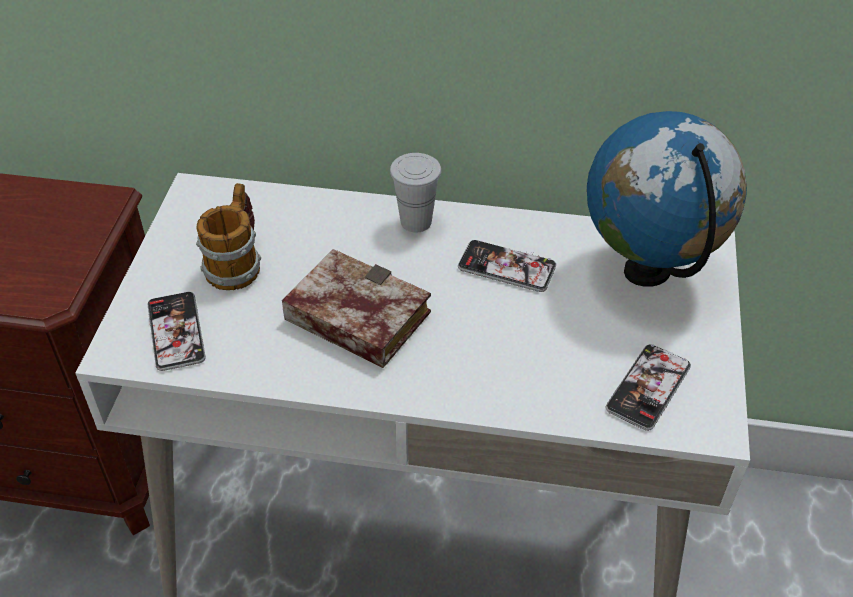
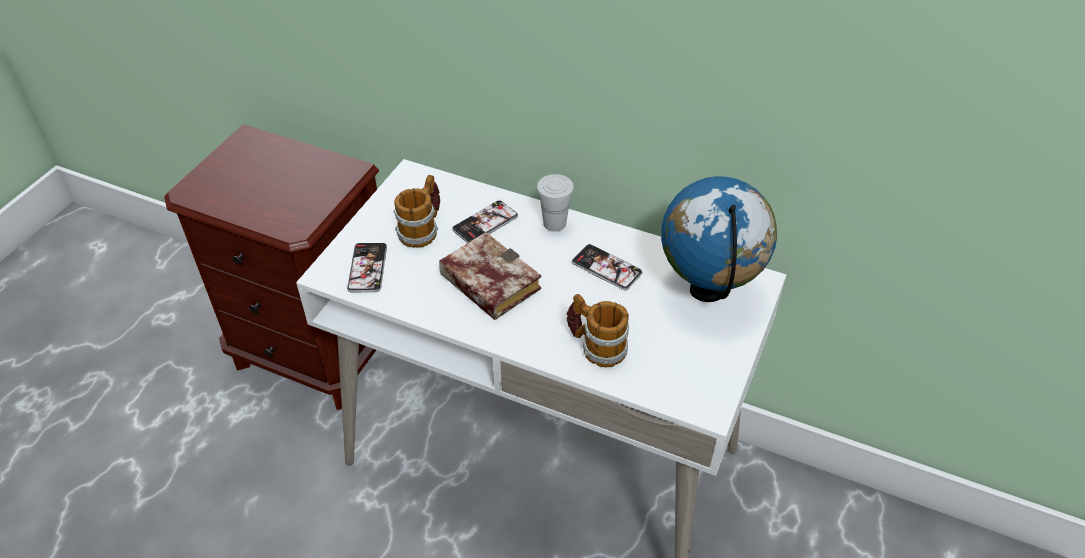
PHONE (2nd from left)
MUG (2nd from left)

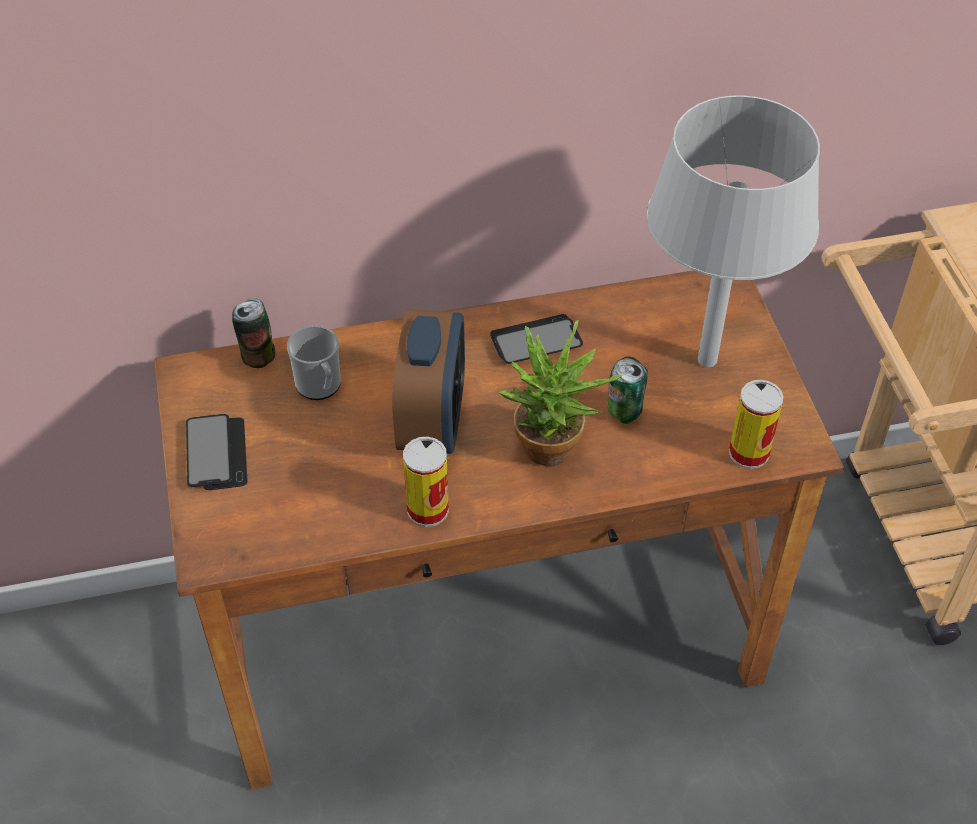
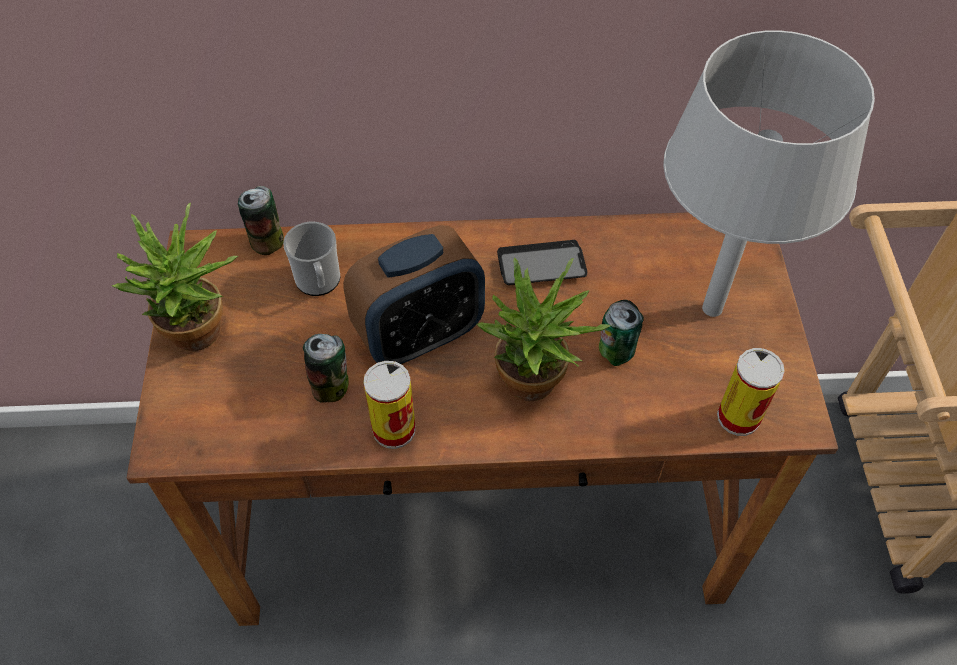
ALARM CLOCK
POTTED PLANT (1st from left)
CAN (2nd from left)

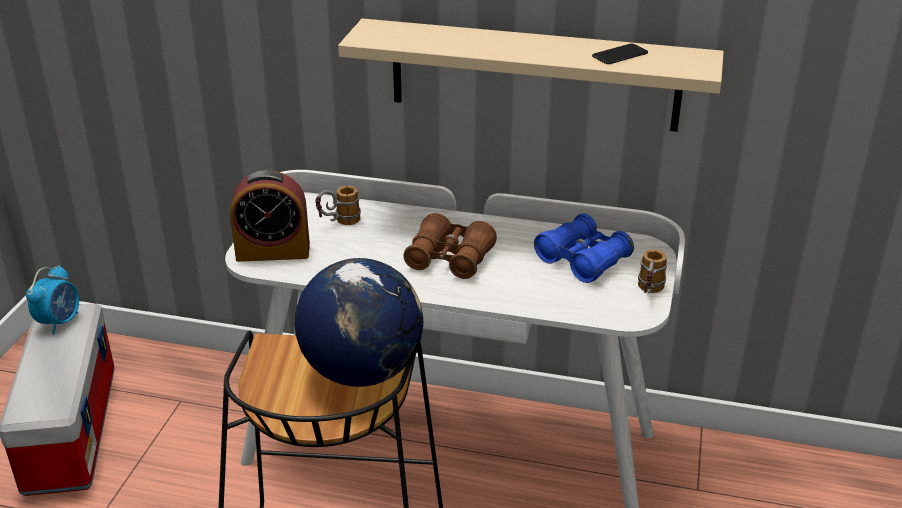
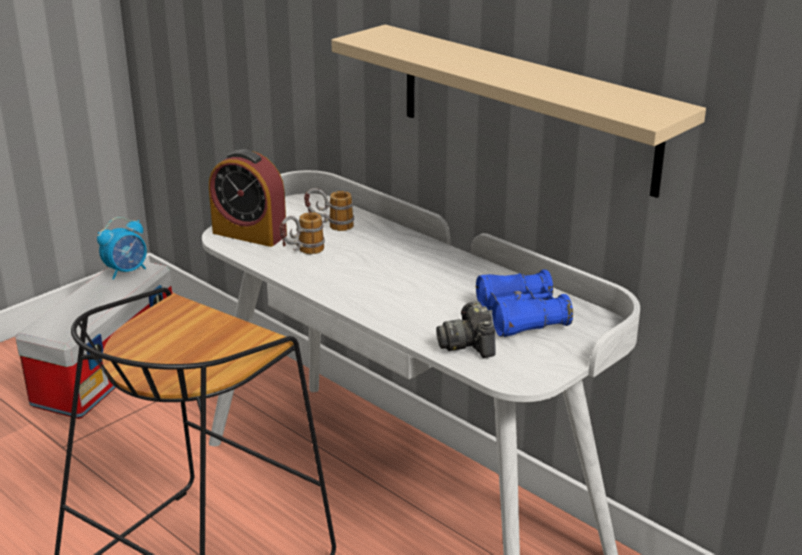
PHONE
BROWN BINOCULARS
MUG (1st from left)
GLOBE
PHOTO CAMERA

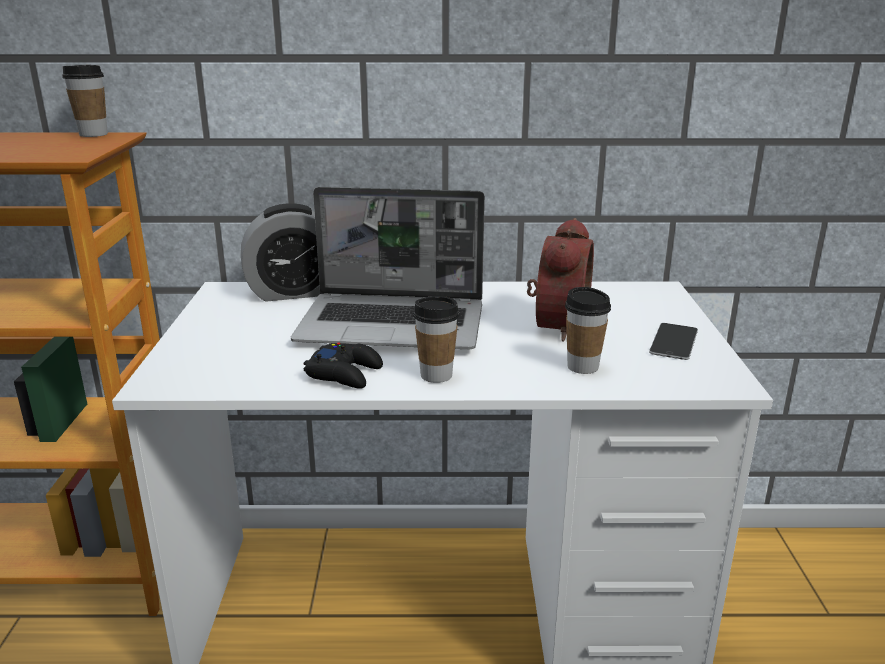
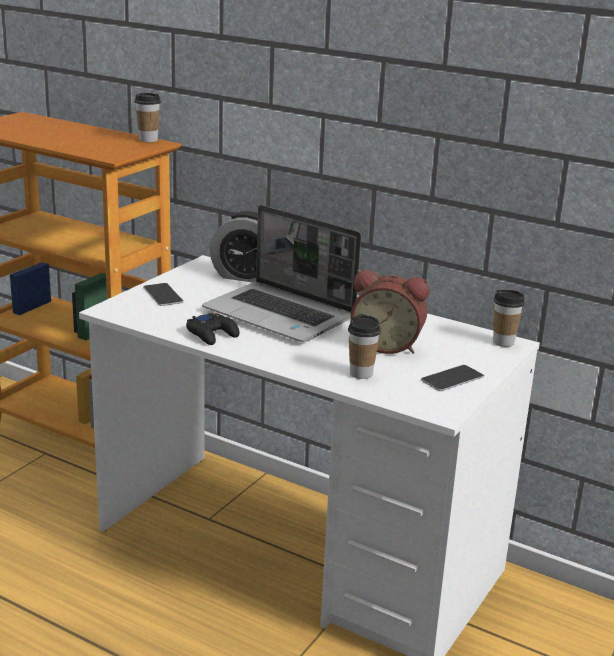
ALARM CLOCK (2nd from left)
CUP (3rd from left)
PHONE (1st from left)

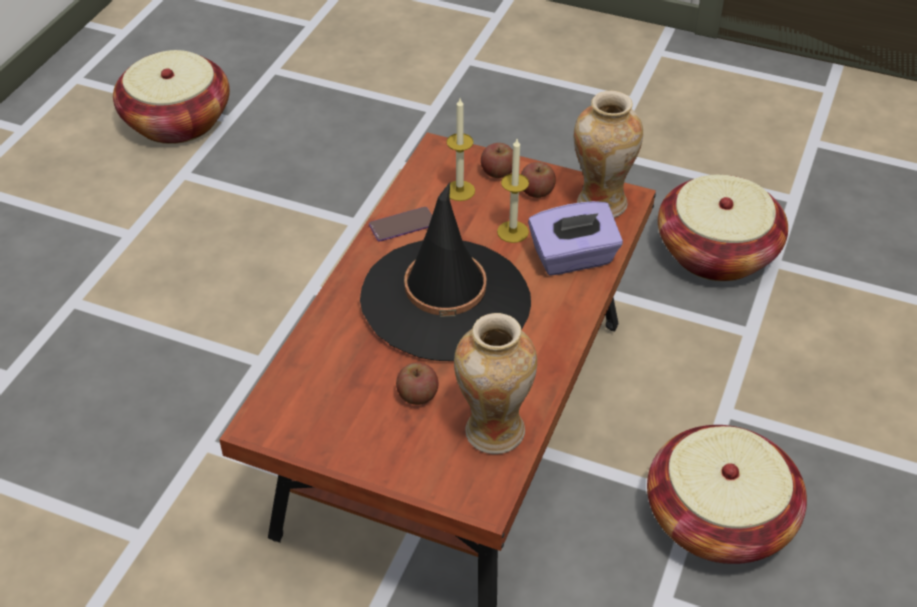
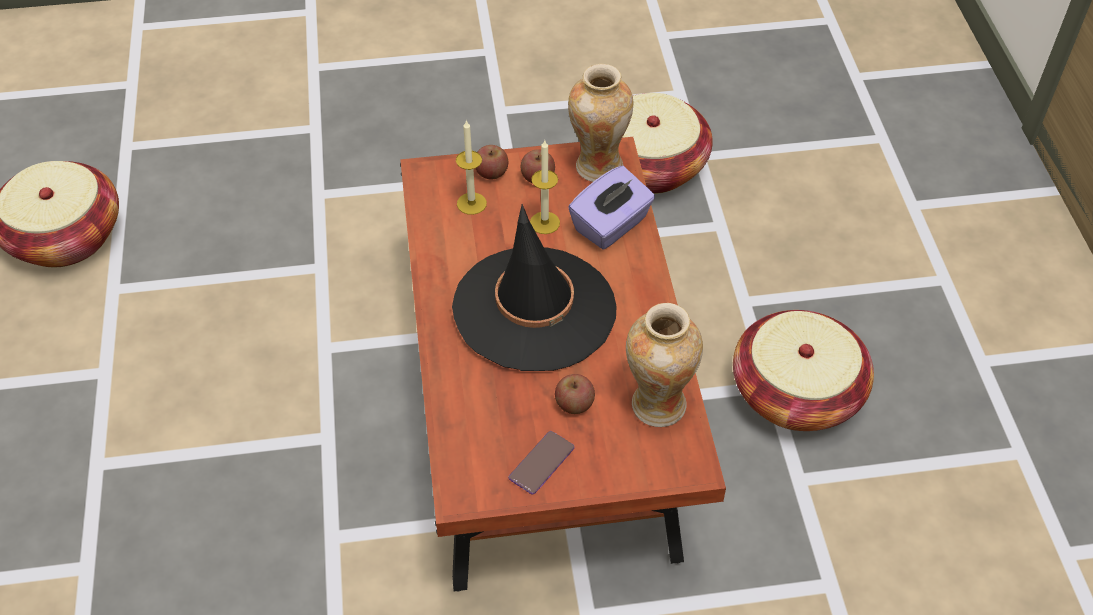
PHONE

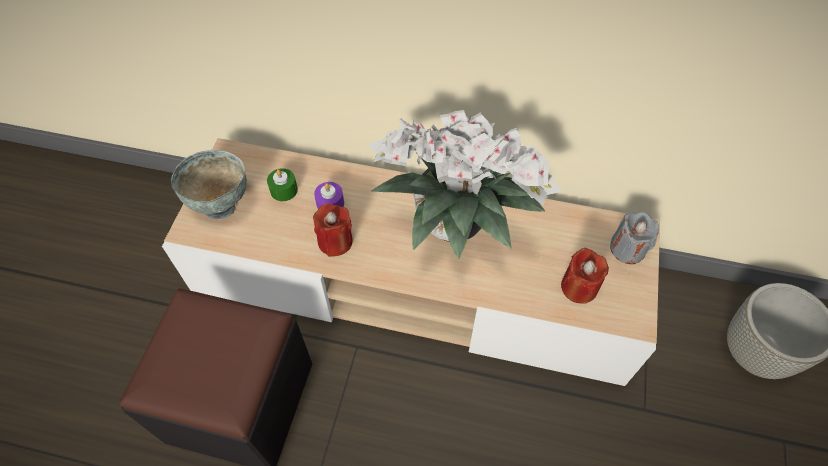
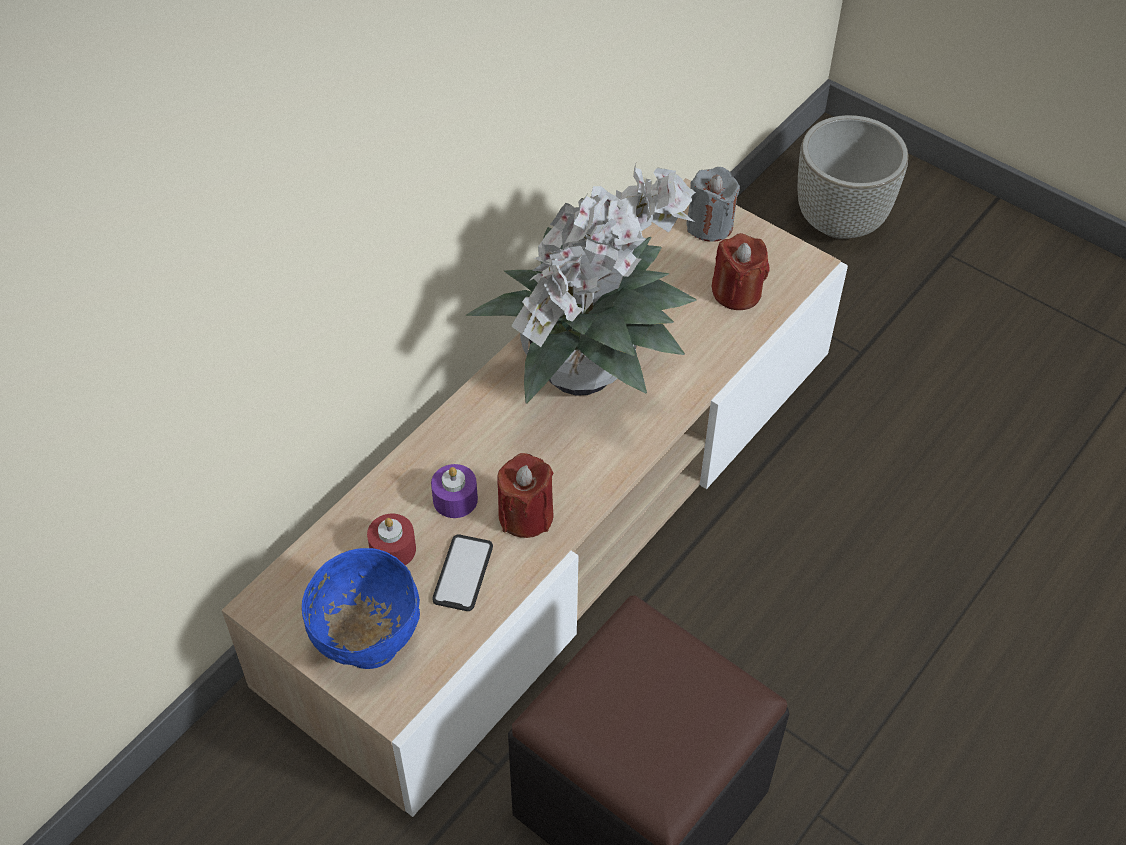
BLUE BOWL
RED CANDLE (1st from left)
PHONE

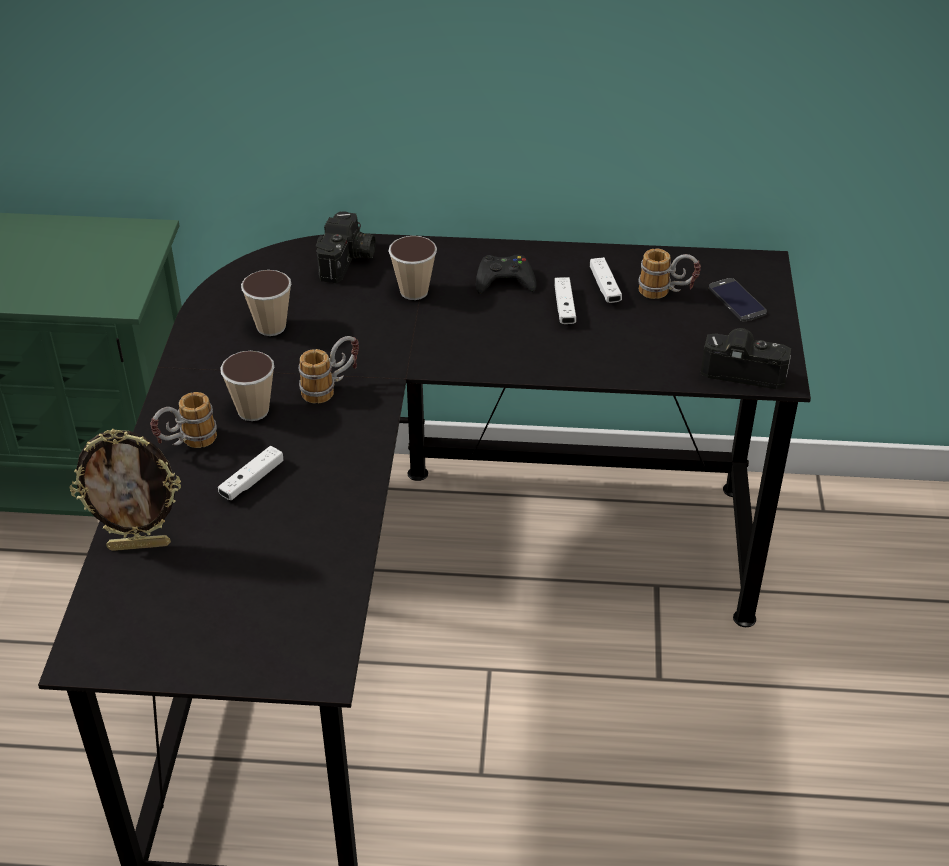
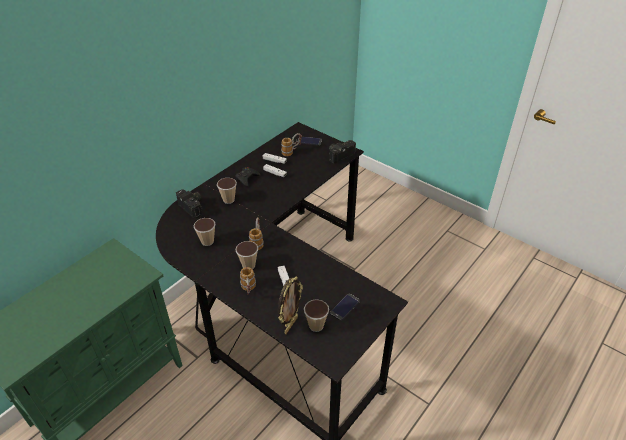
PHONE (2nd from left)
CUP (4th from left)

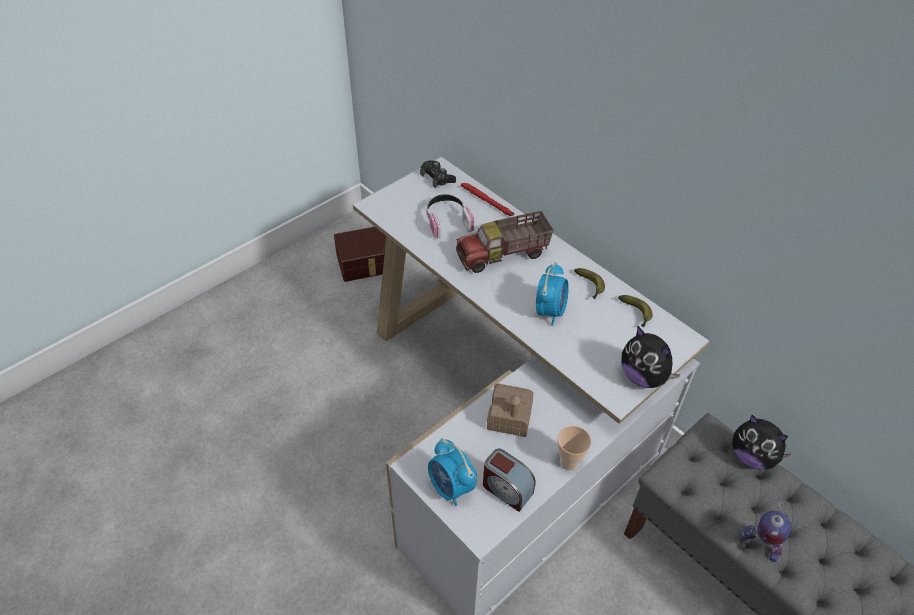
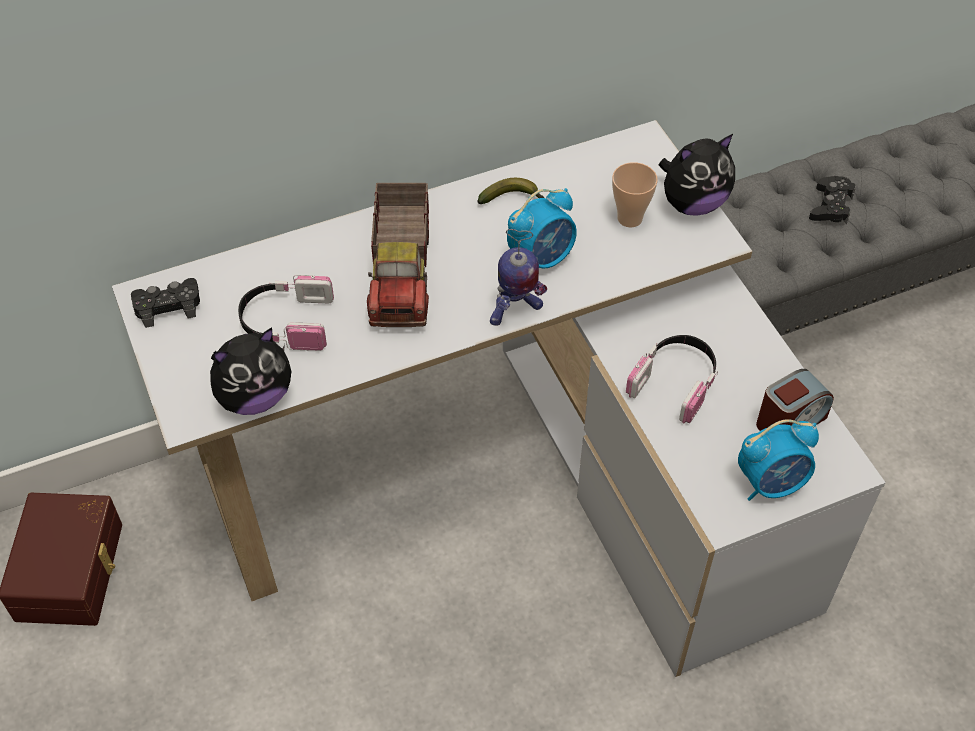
RED FLASHLIGHT
ALARM CLOCK (1st from left)
BANANA (2nd from left in the first image)
HEADPHONES (2nd from left)
PLUSH TOY (1st from left)
CUP
TOY ROBOT
BLACK GAME CONTROLLER (2nd from left)

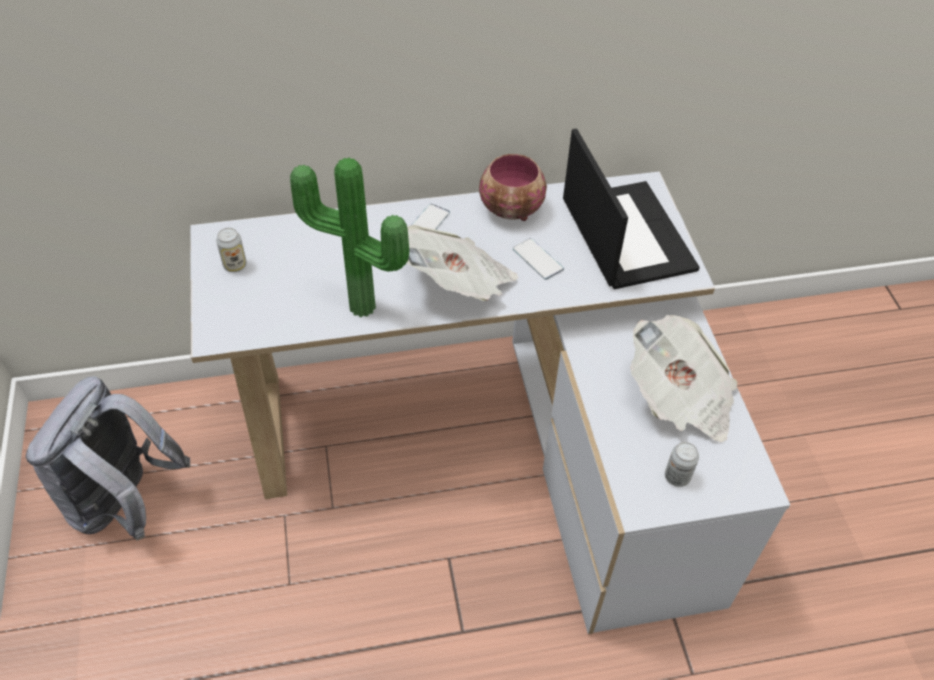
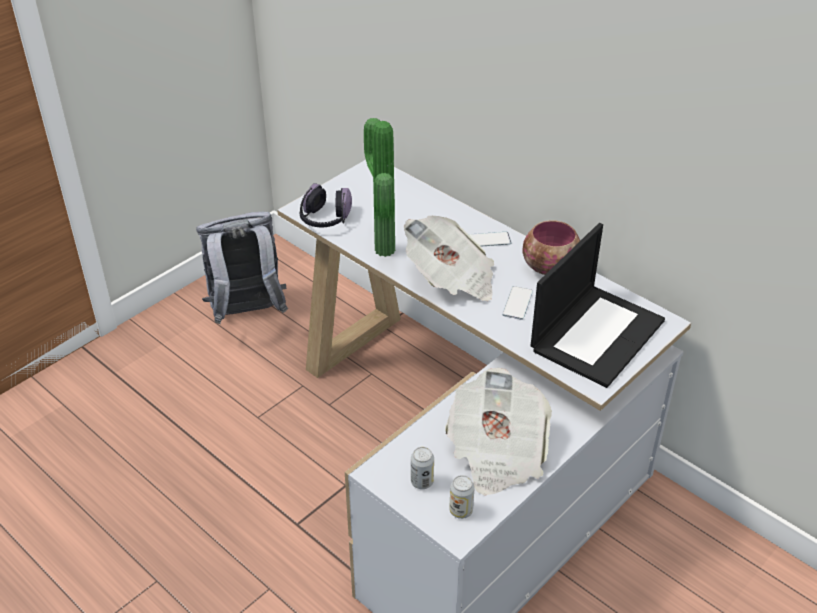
CAN (2nd from left)
HEADPHONES

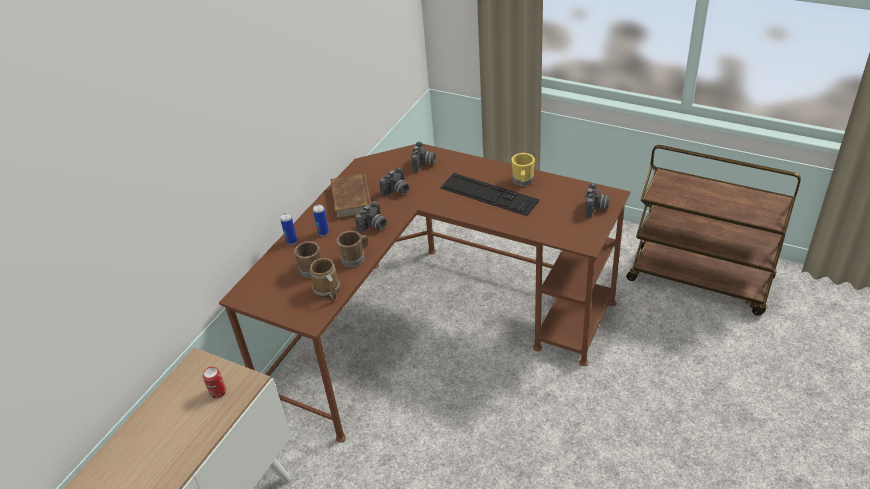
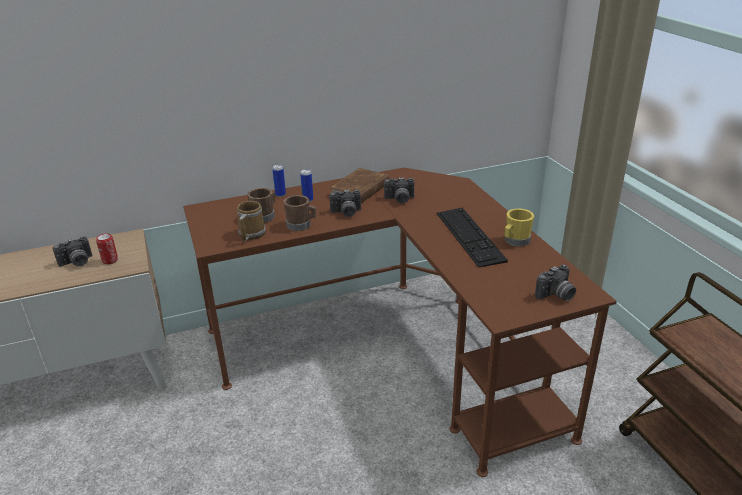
PHOTO CAMERA (1st from left)

